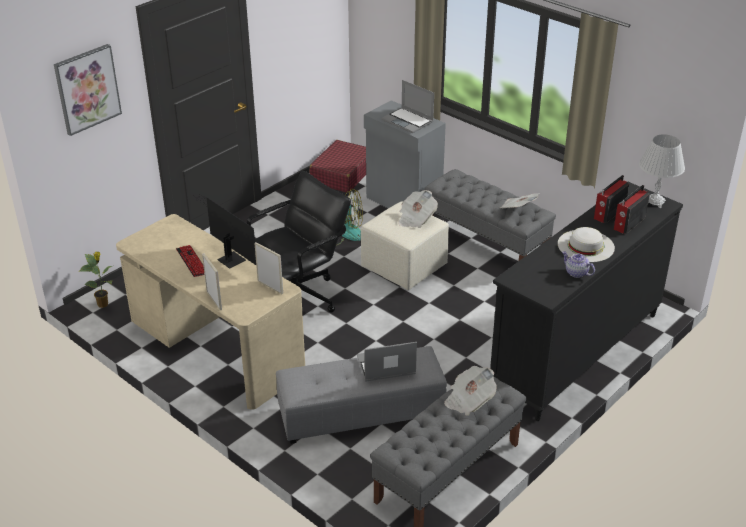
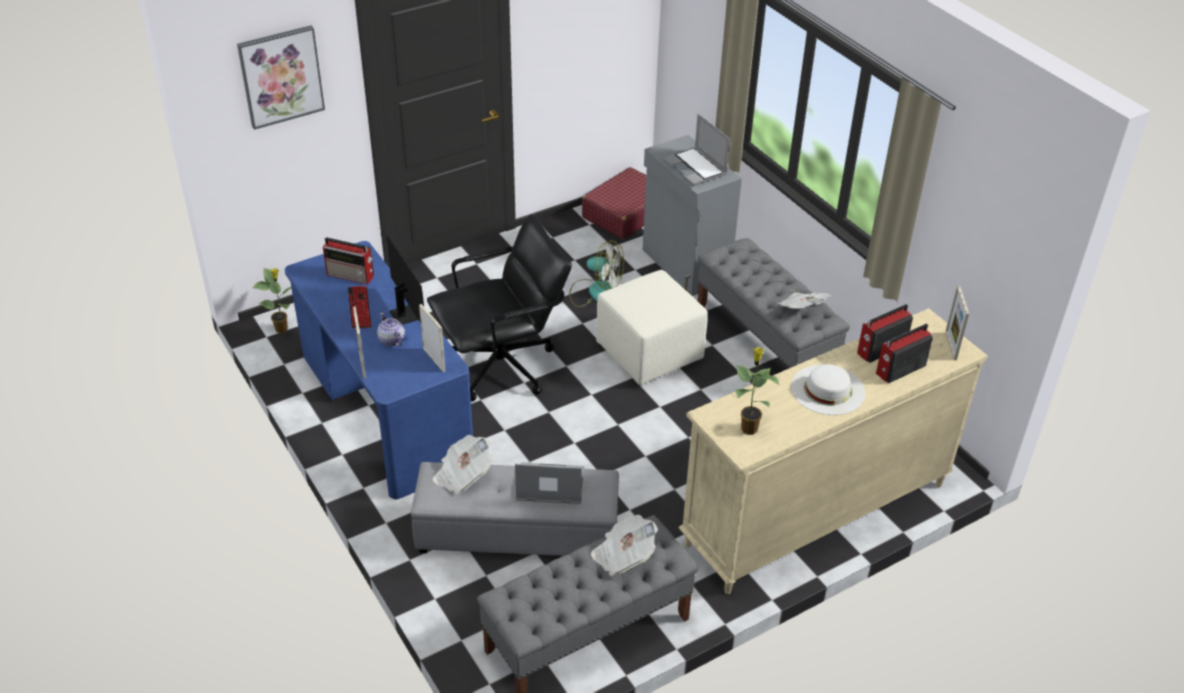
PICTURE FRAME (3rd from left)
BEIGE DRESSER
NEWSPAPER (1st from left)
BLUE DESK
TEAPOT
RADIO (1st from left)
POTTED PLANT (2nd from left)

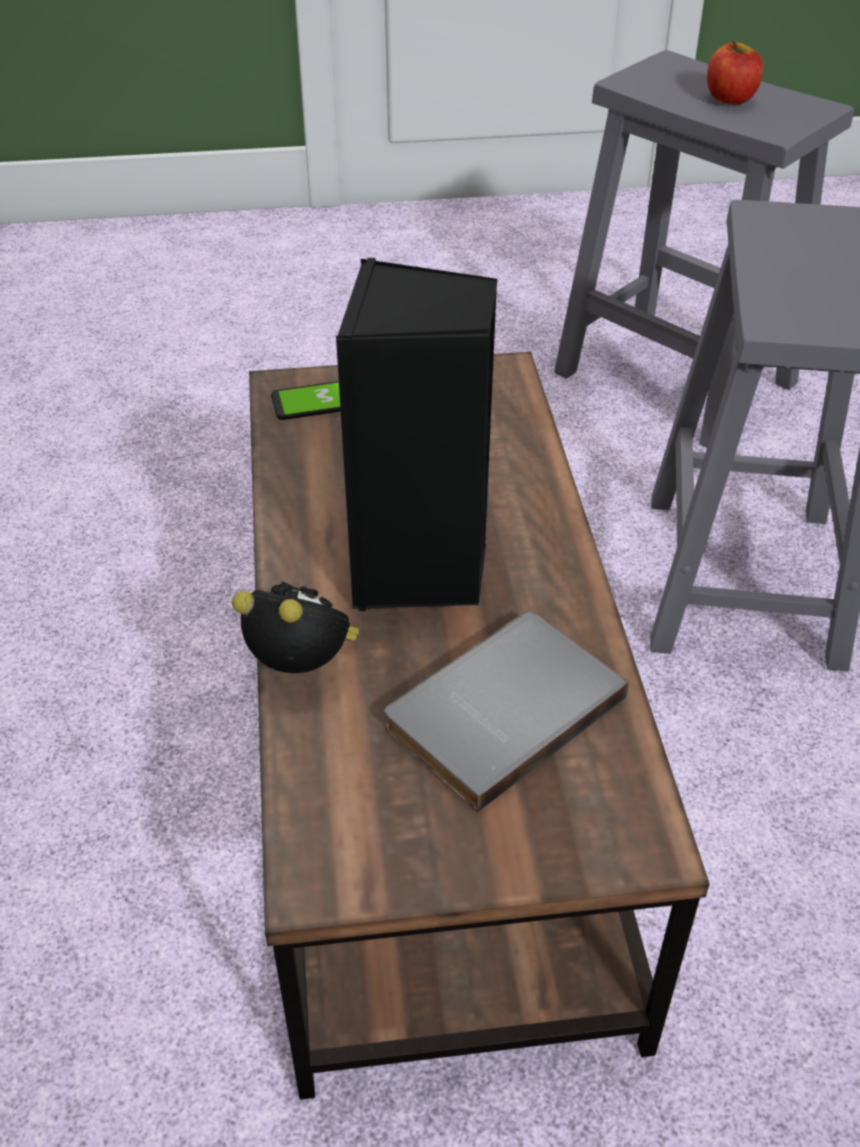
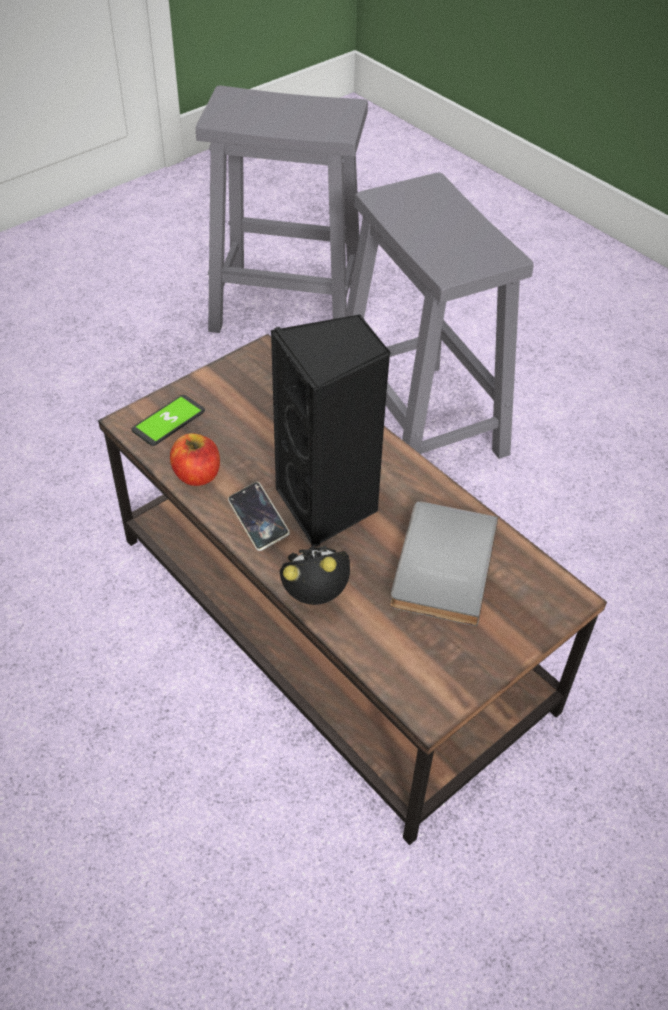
APPLE
PHONE (2nd from left)

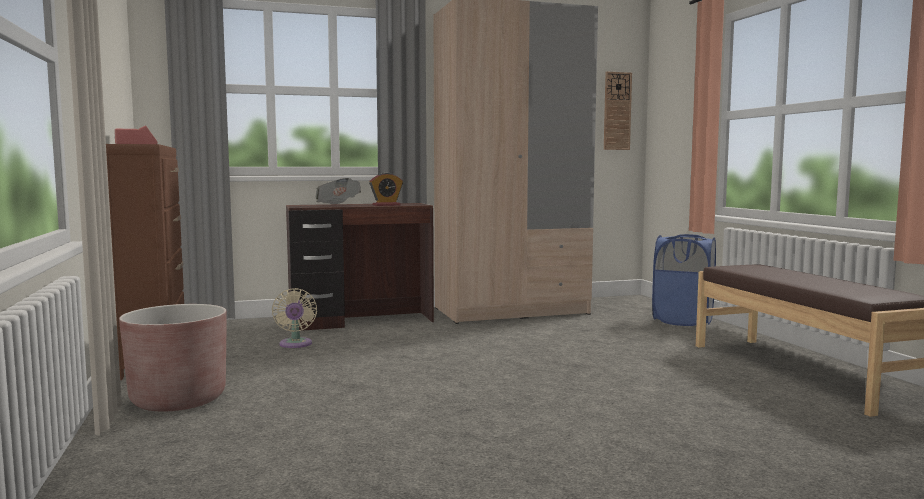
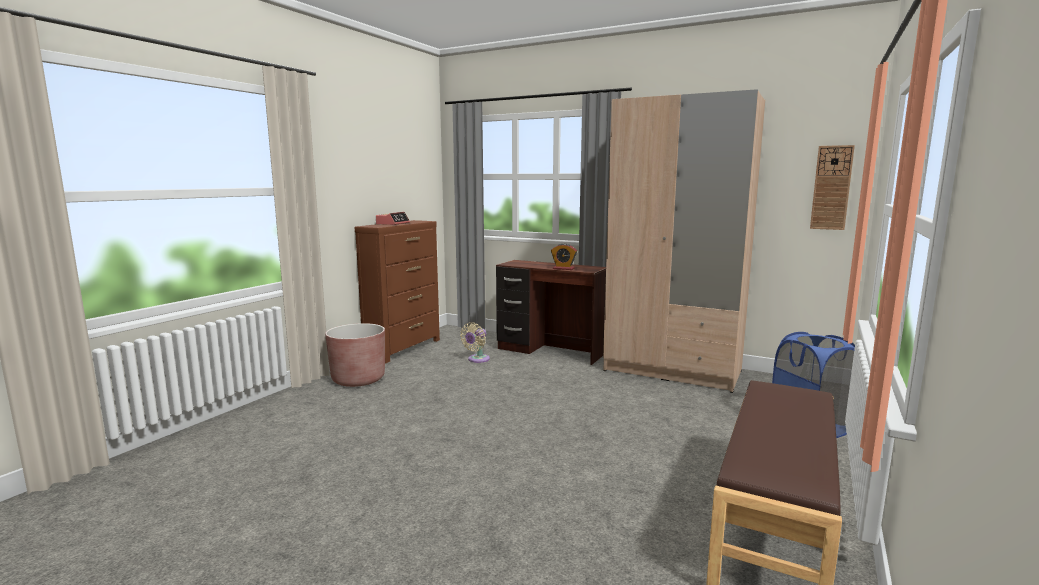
NEWSPAPER

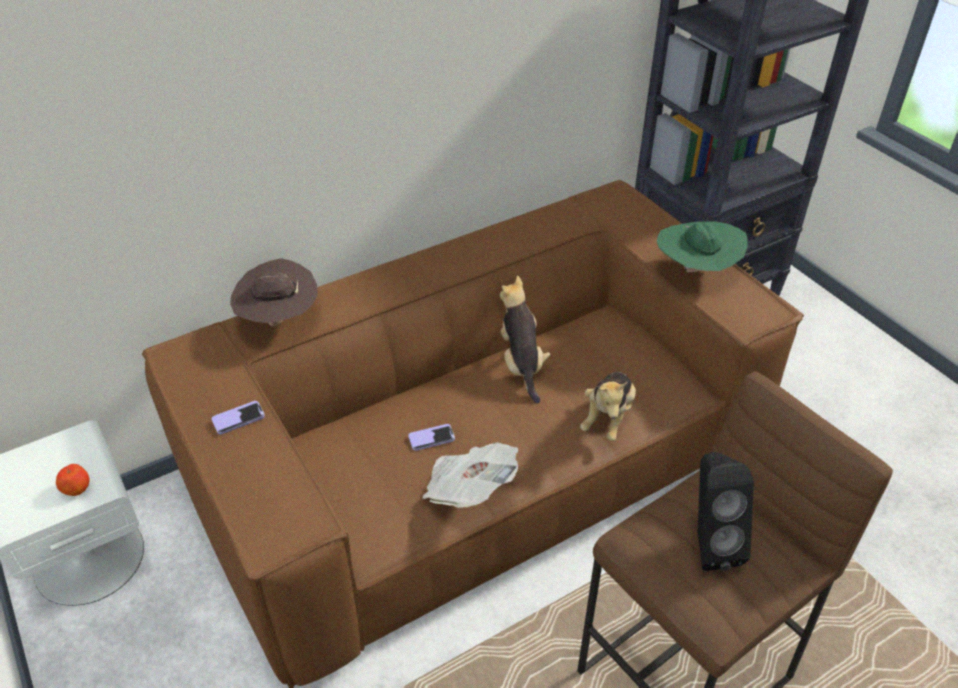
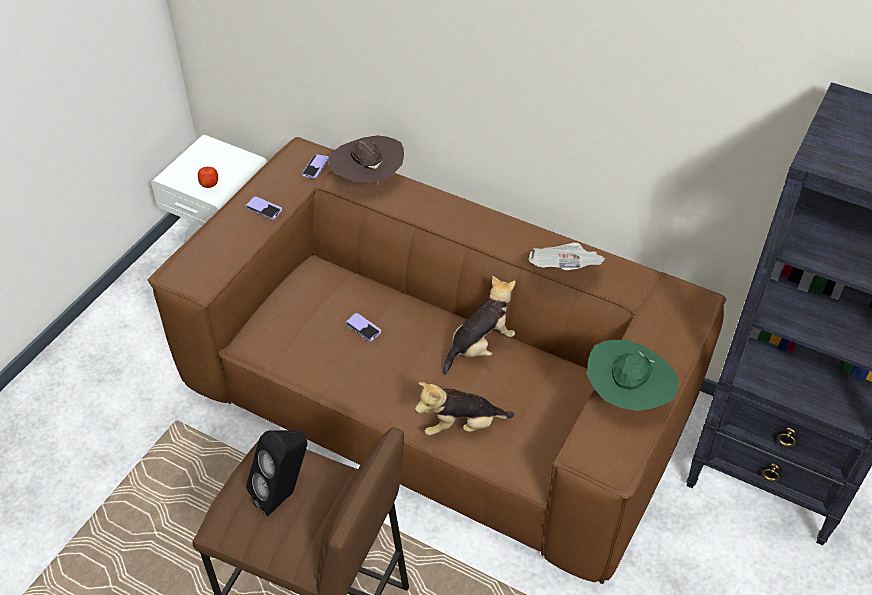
NEWSPAPER
PHONE (2nd from left)

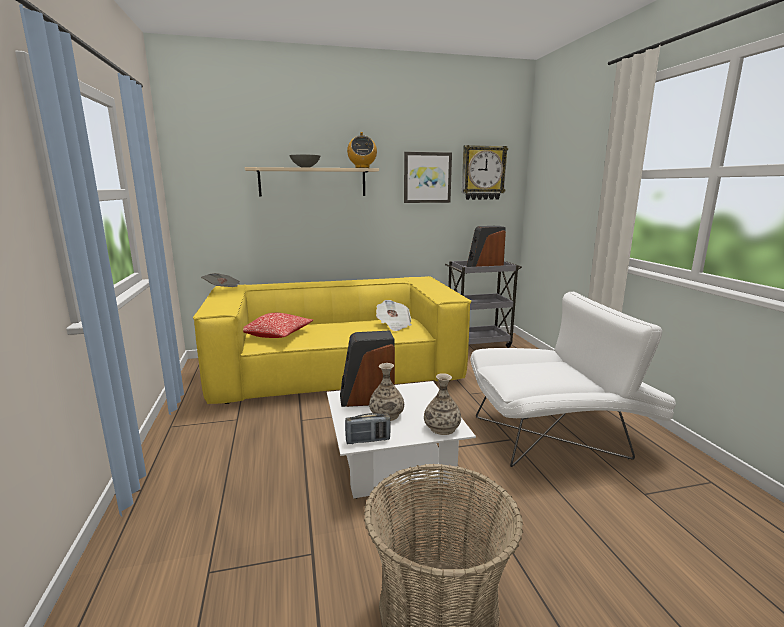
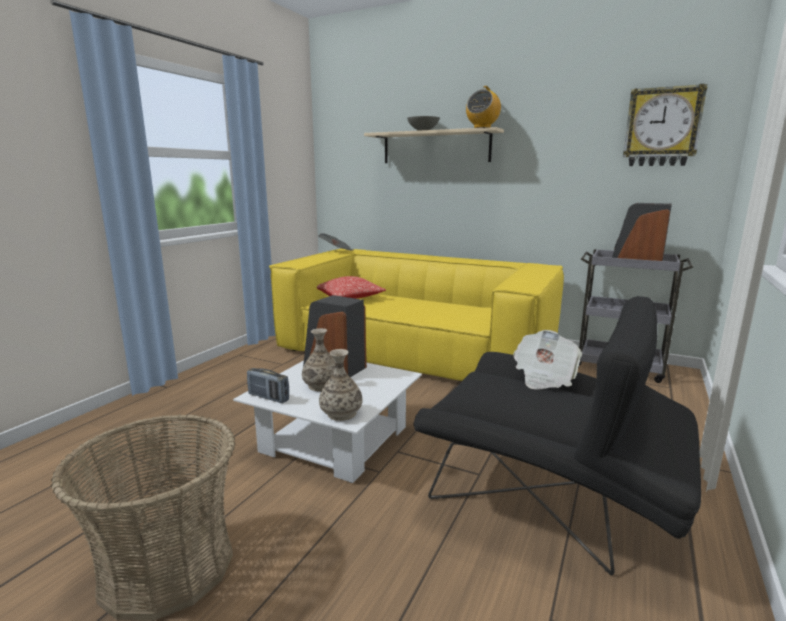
PICTURE
BLACK ARMCHAIR
NEWSPAPER (2nd from left)

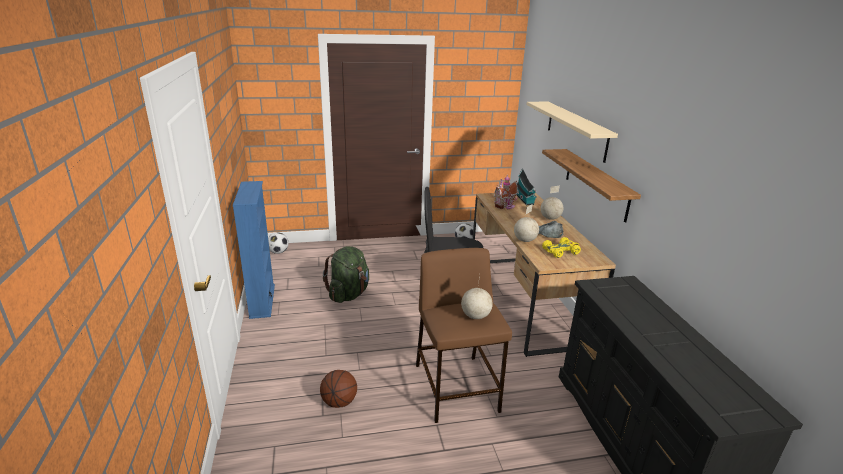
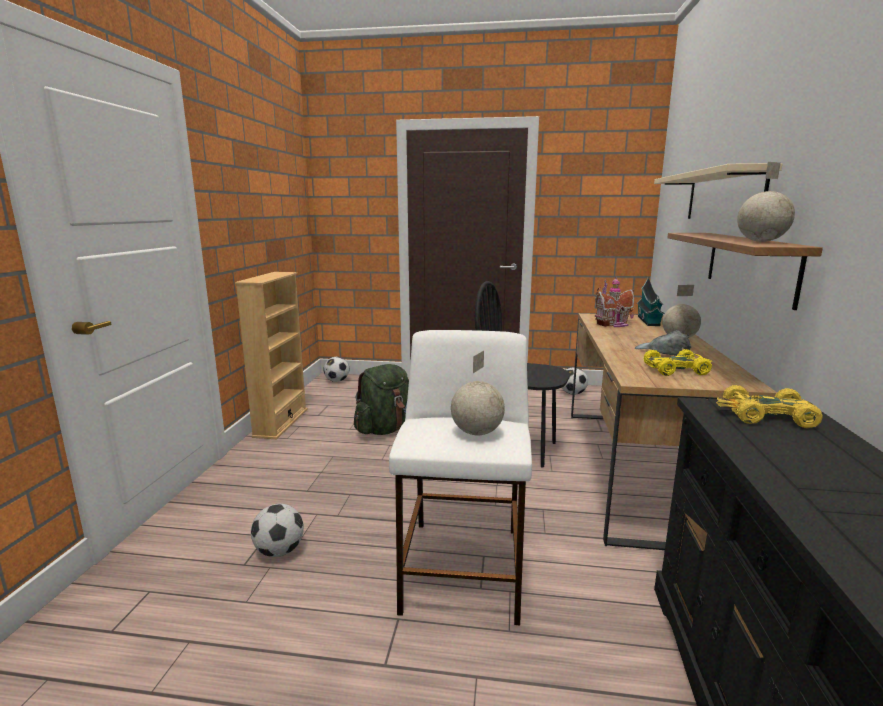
BEIGE BOOKCASE
GLOBE (3rd from left)
WHITE STOOL
FOOTBALL (1st from left)
YELLOW TOY CAR (2nd from left)

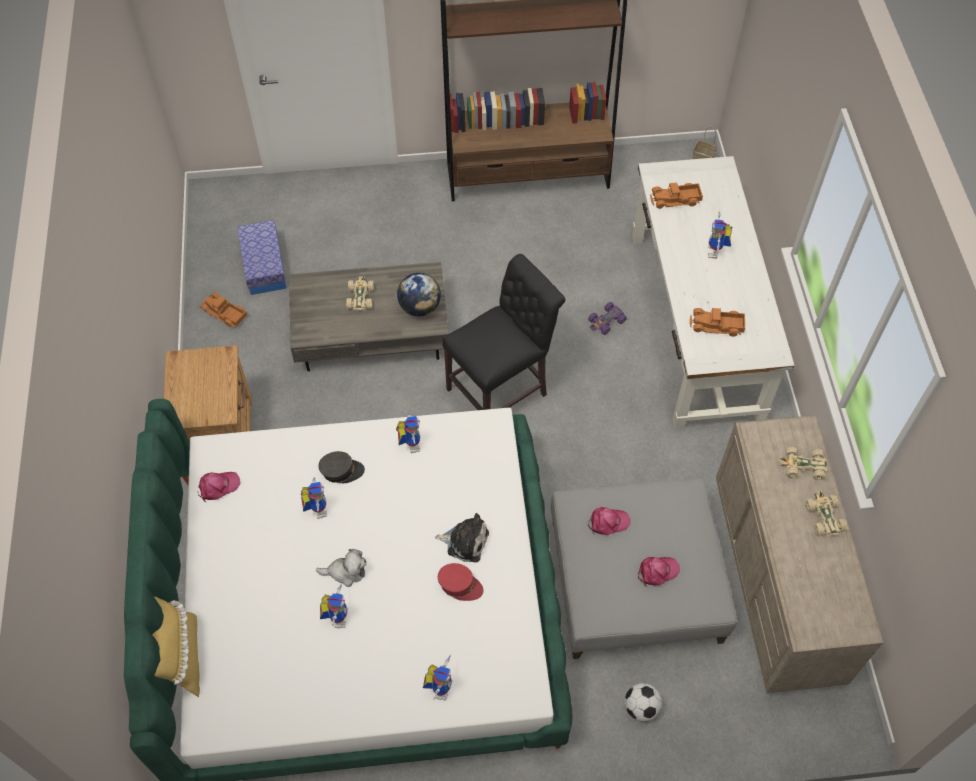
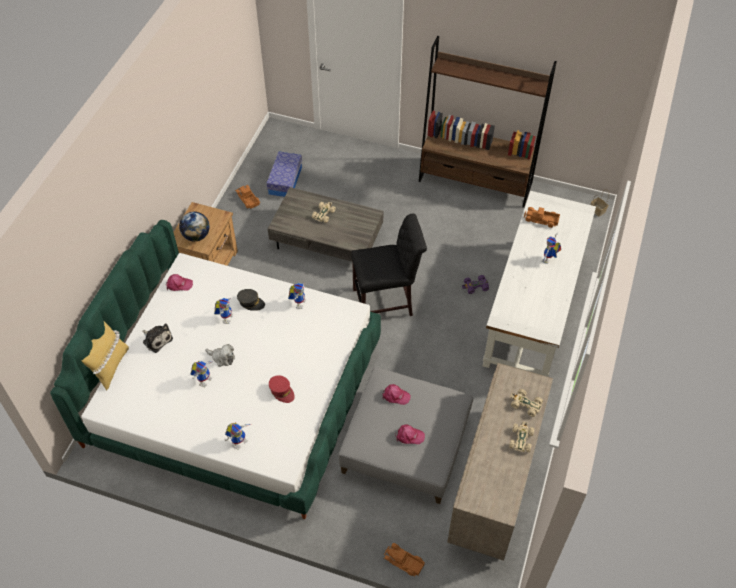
GLOBE
TOY TRUCK (2nd from left)
PLUSH TOY (1st from left)
FOOTBALL

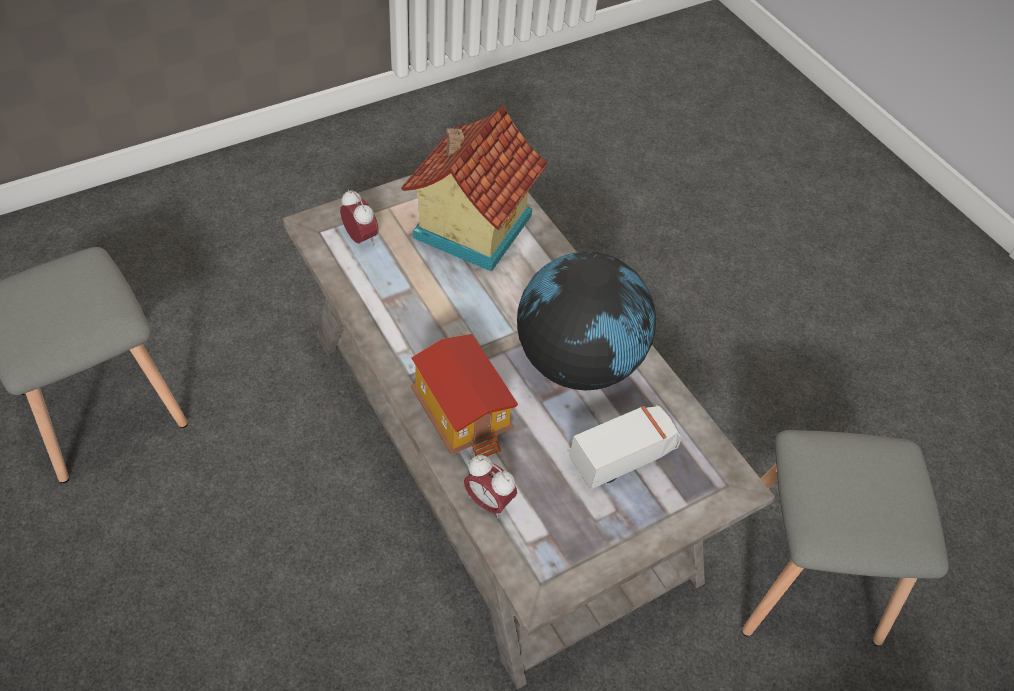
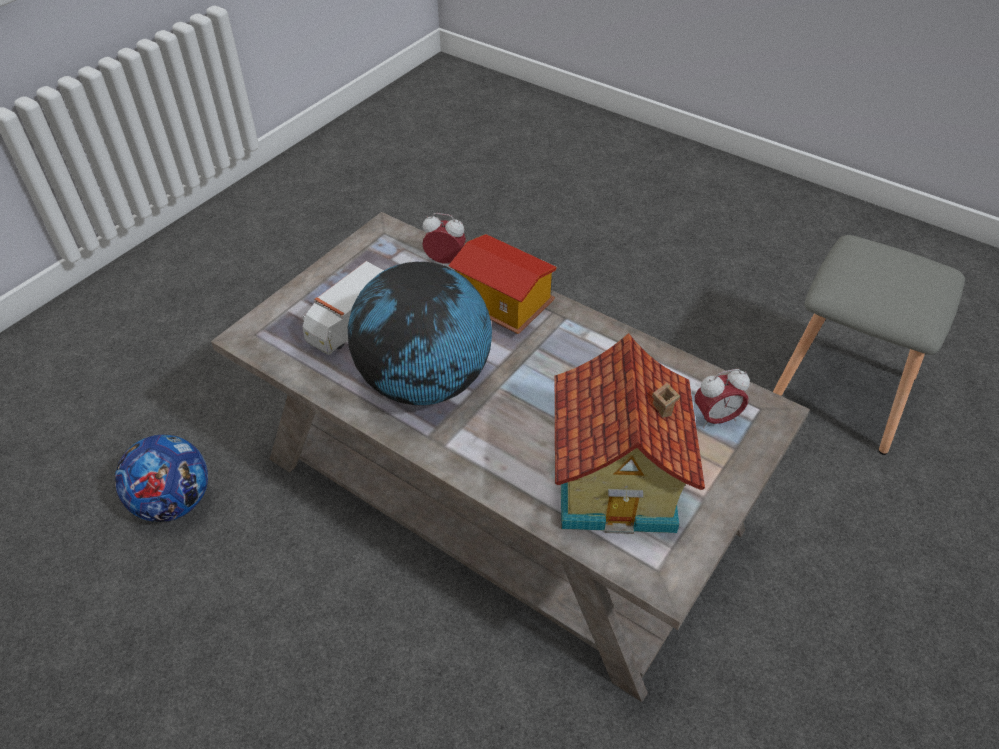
ALARM CLOCK (2nd from left)
FOOTBALL

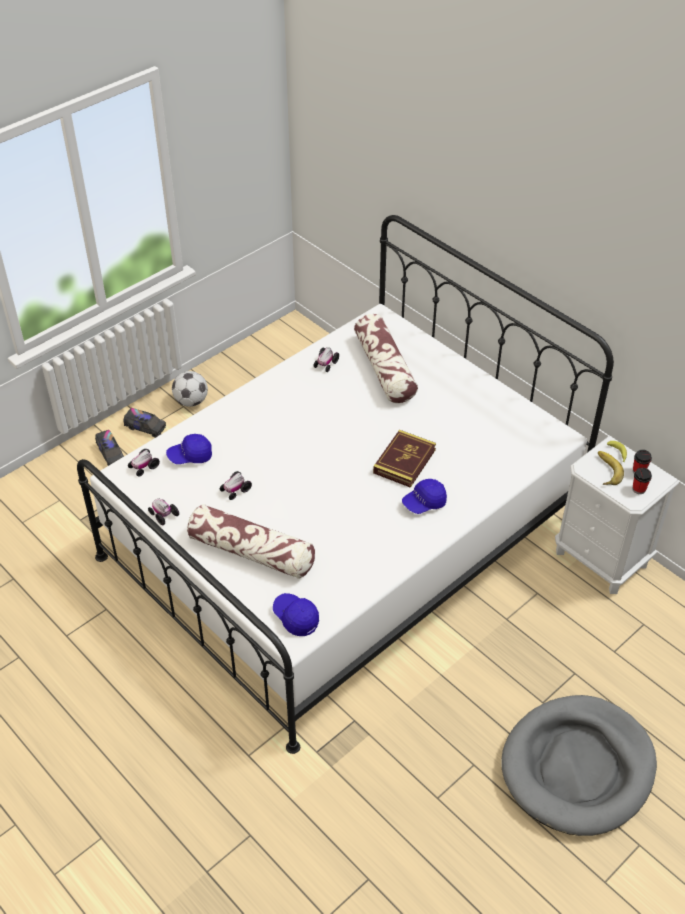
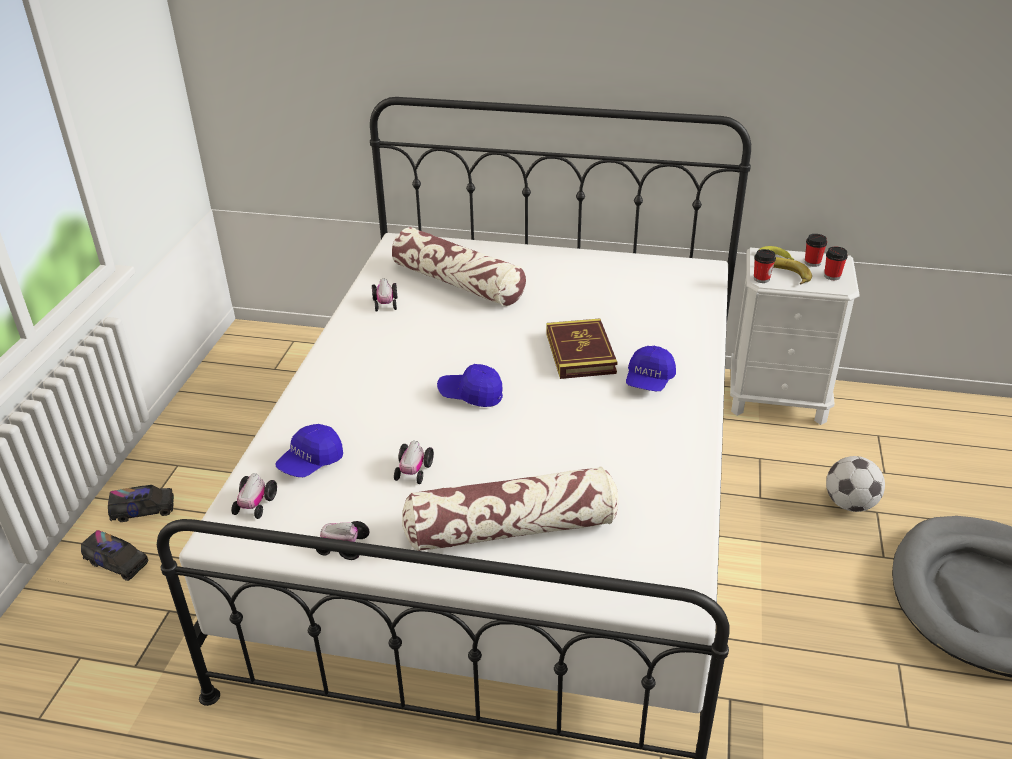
FOOTBALL
BLUE CAP (2nd from left)
CUP (1st from left)

